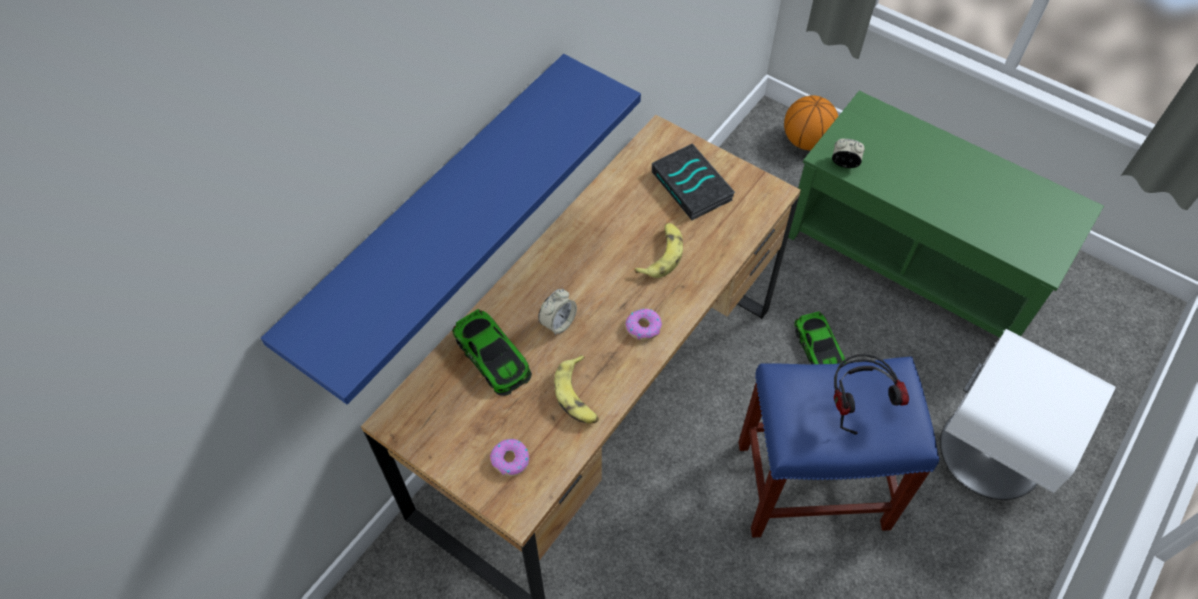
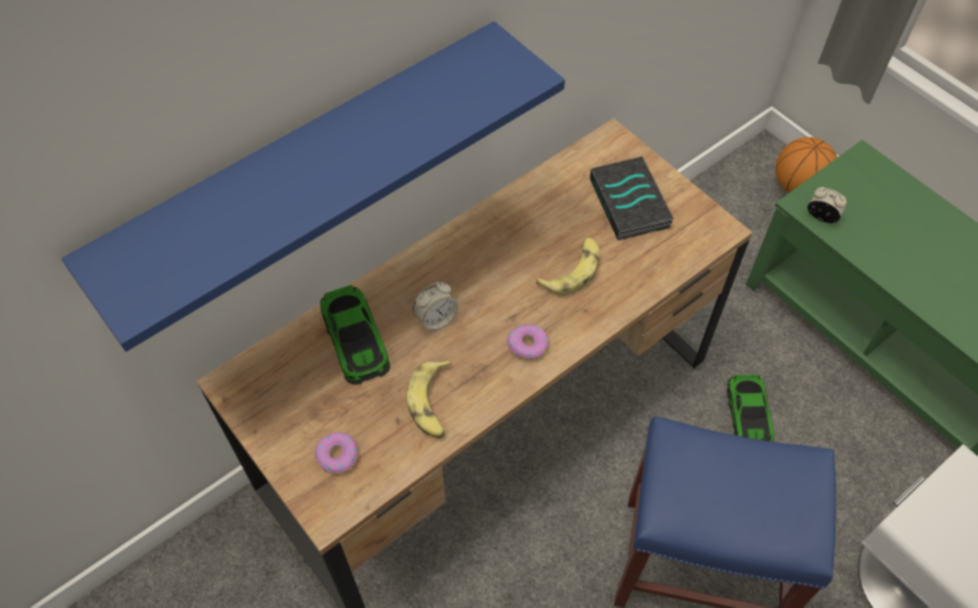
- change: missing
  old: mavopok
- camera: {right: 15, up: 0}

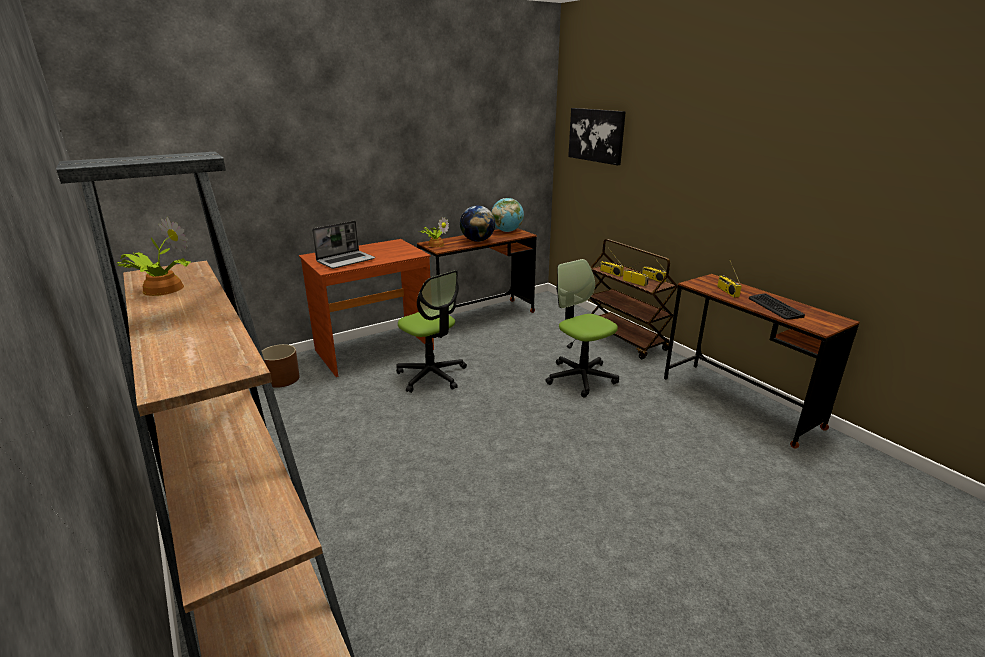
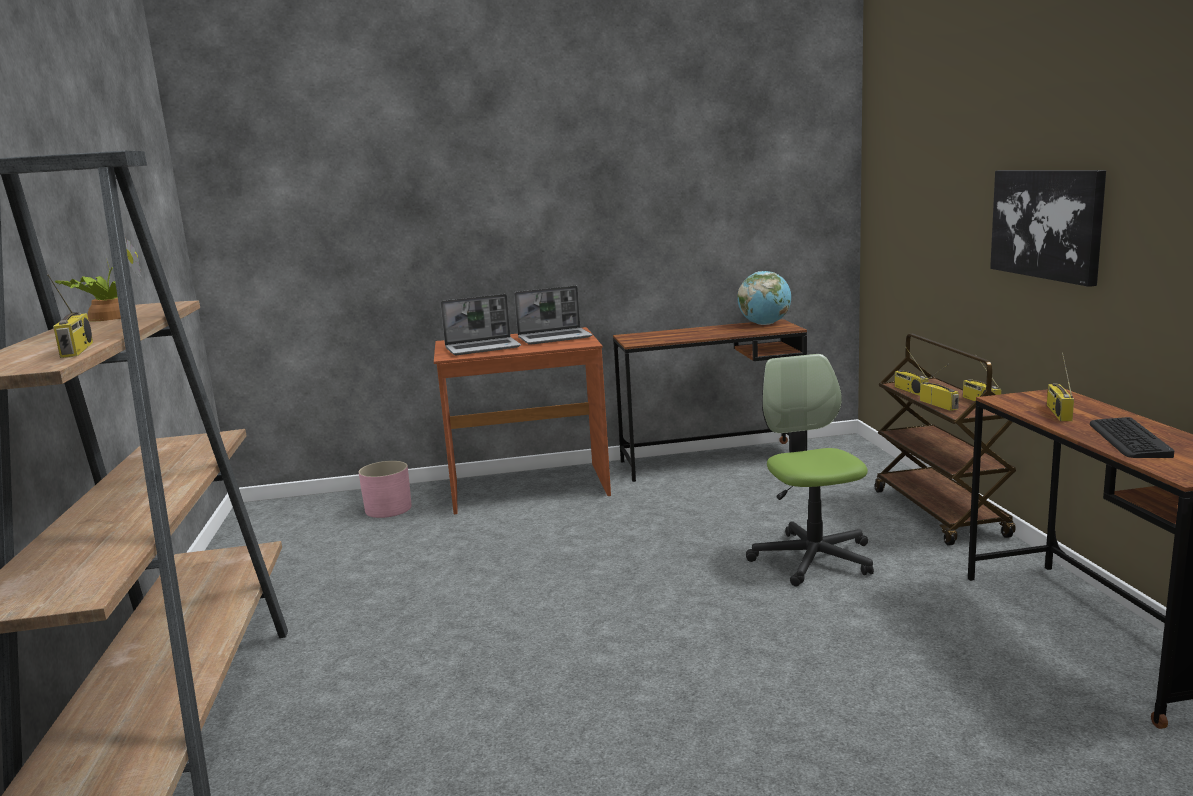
- change: appeared
  new: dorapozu (no. 1 from left)
- change: colour
  old: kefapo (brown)
  new: kefapo (pink)
- change: appeared
  new: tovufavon (no. 2 from left)
- change: relocated
  old: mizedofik
- change: missing
  old: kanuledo (no. 1 from left)
- change: missing
  old: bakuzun (no. 2 from left)
- change: missing
  old: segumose (no. 1 from left)
- camera: {right: 25, up: -10}

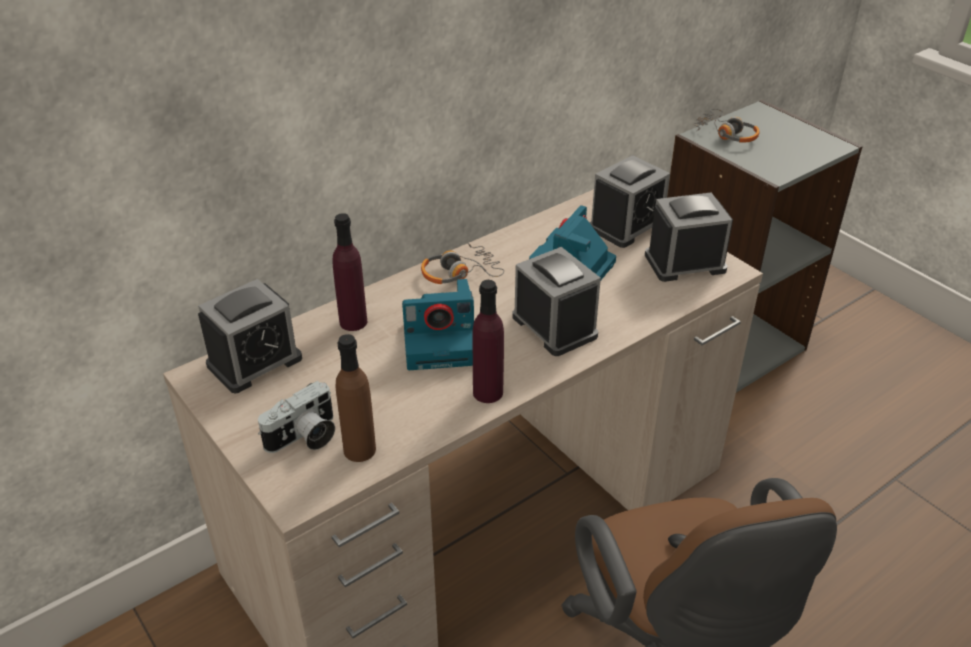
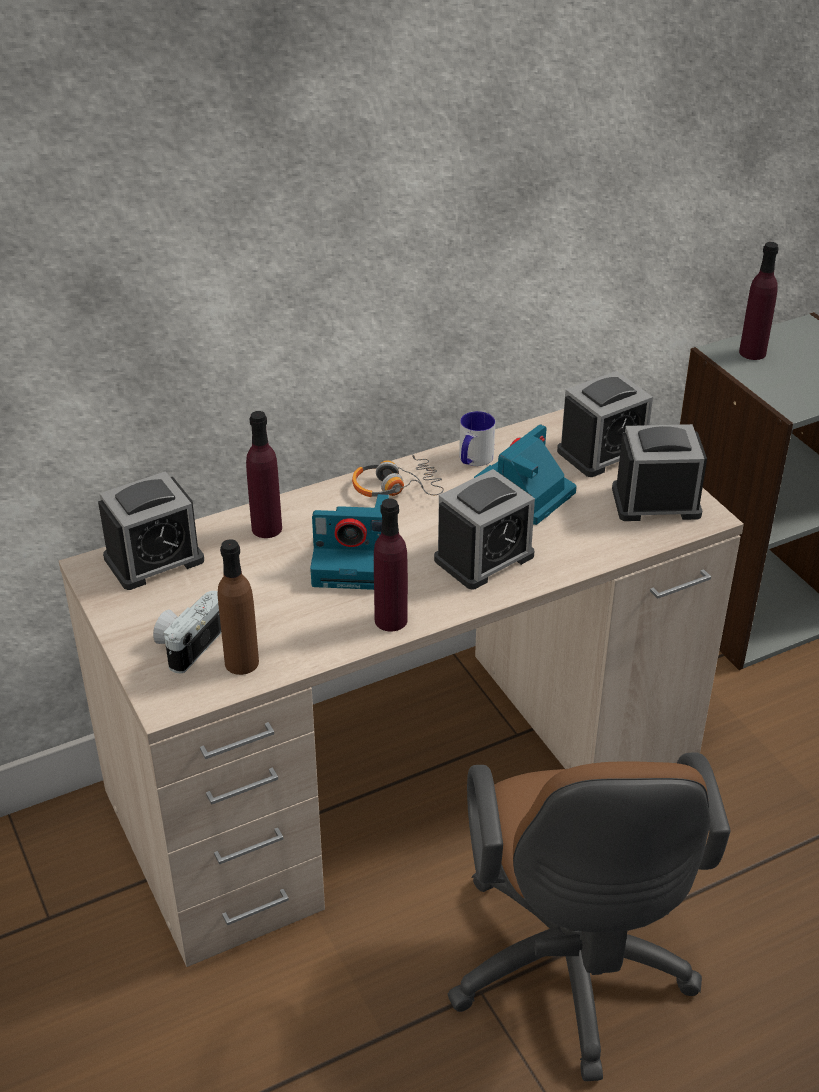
- change: spun
  old: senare (no. 1 from left)
  degrees: 150
- change: spun
  old: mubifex (no. 2 from left)
  degrees: 75
- change: appeared
  new: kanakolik
- change: exchanged
  old: mavopok (no. 2 from left)
  new: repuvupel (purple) (no. 3 from left)
- camera: {right: 10, up: 0}

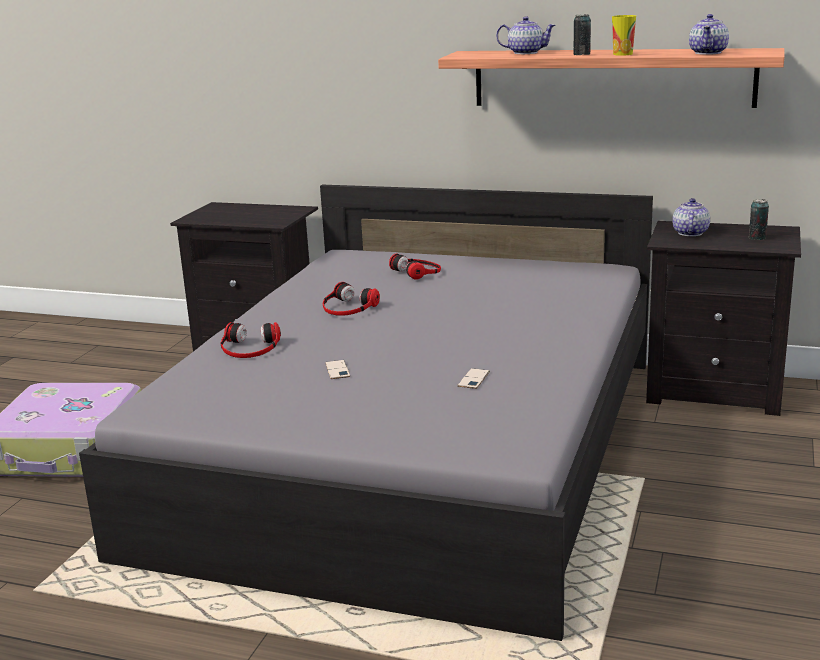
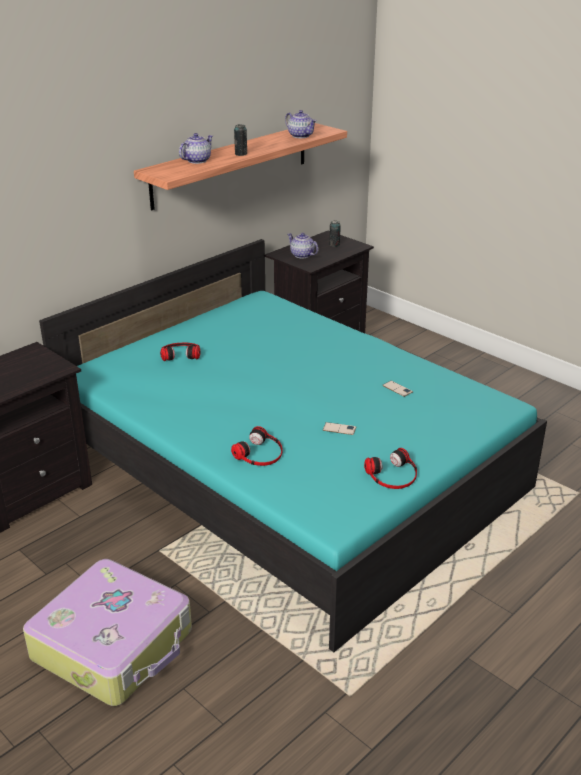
- change: colour
  old: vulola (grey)
  new: vulola (turquoise)
- change: relocated
  old: mavopok (no. 2 from left in the first image)
  new: mavopok (no. 3 from left)
- change: missing
  old: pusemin
- camera: {right: -65, up: 10}

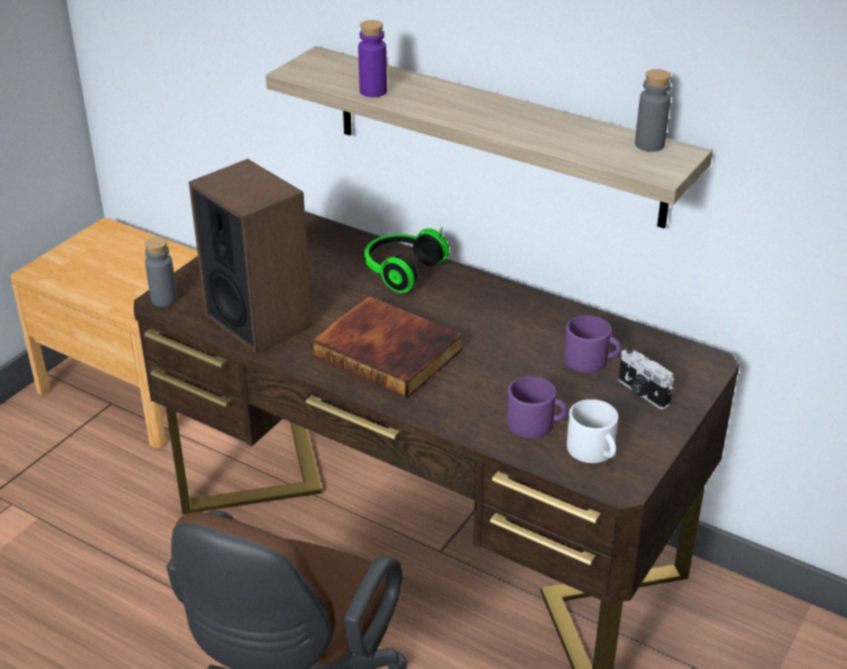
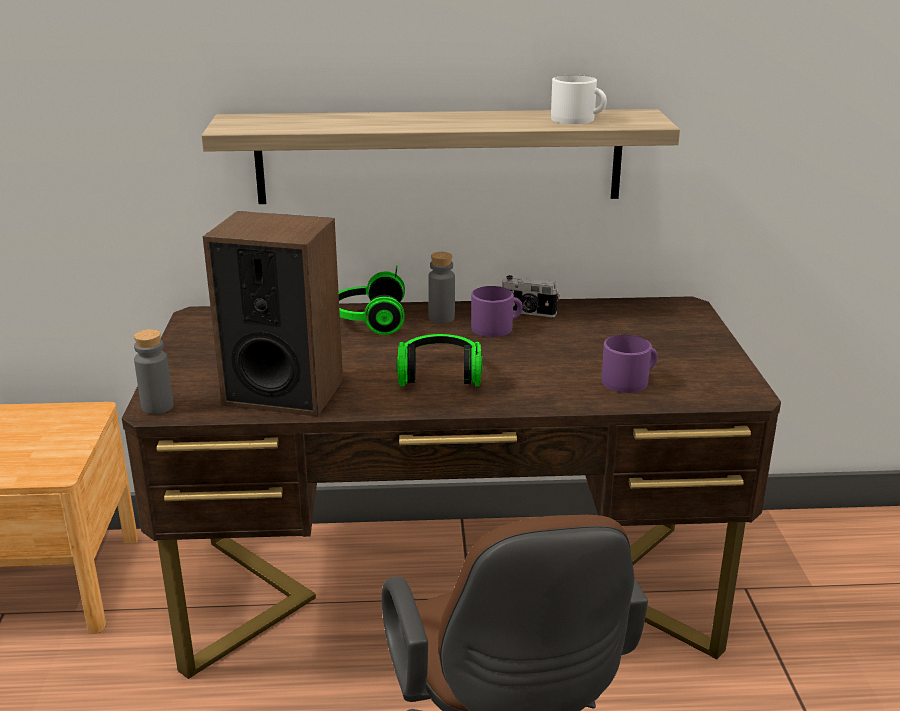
- change: exchanged
  old: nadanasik
  new: mavopok (no. 2 from left)
- change: relocated
  old: repuvupel (grey) (no. 2 from left)
- change: relocated
  old: kanakolik (purple) (no. 2 from left in the first image)
  new: kanakolik (purple) (no. 1 from left)
- change: relocated
  old: senare
- change: relocated
  old: kanakolik (white)
- change: missing
  old: repuvupel (purple)
- camera: {right: -35, up: -10}

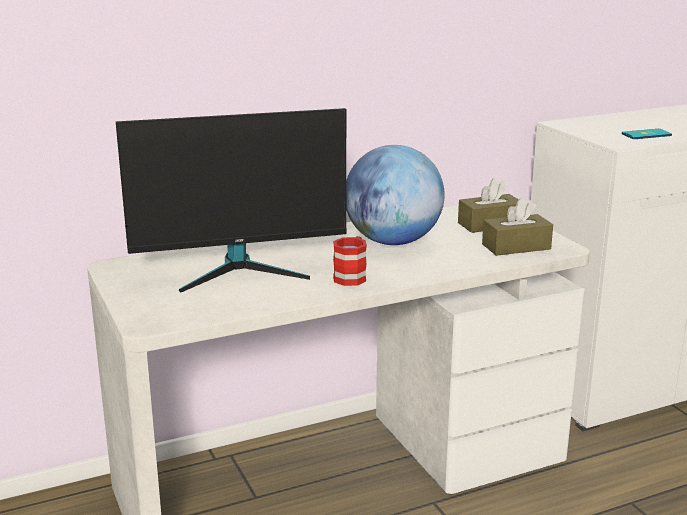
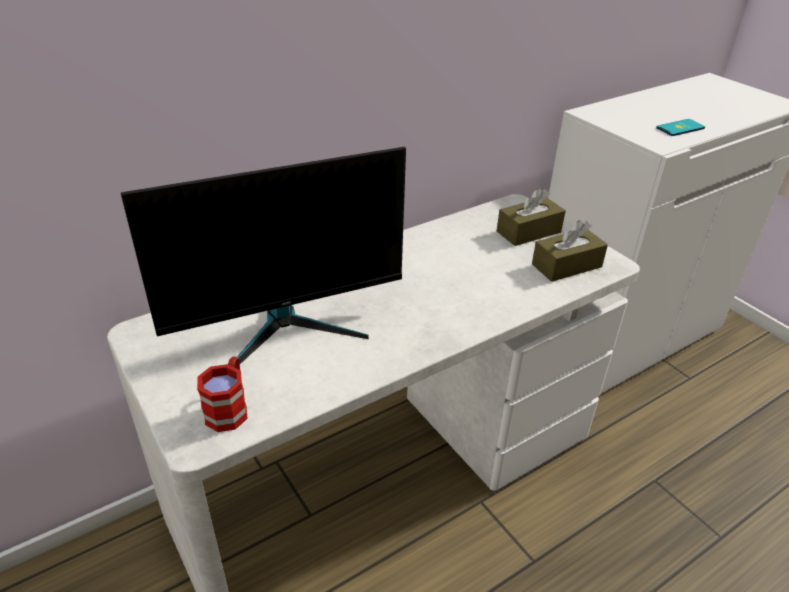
- change: relocated
  old: kanakolik (red)
- change: missing
  old: segumose
- camera: {right: -10, up: 15}

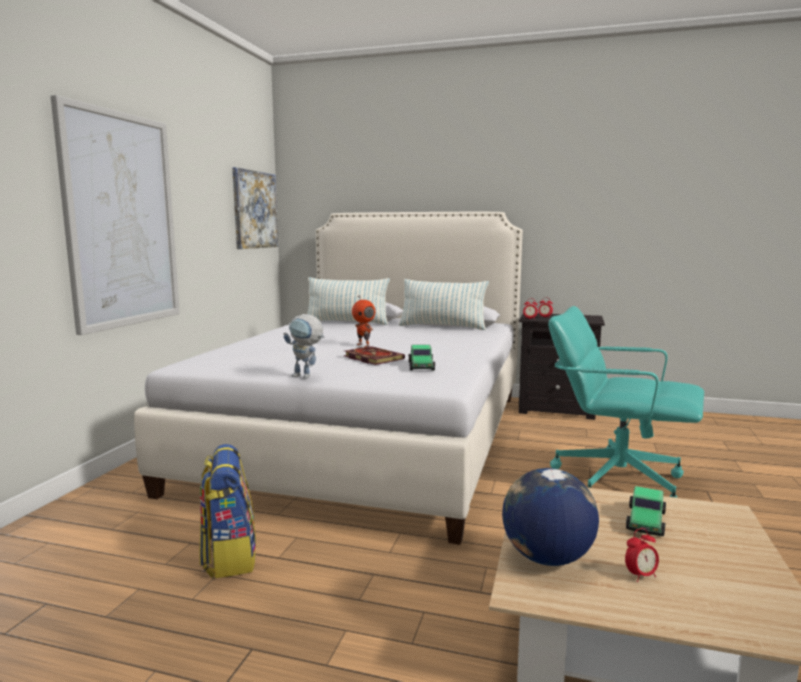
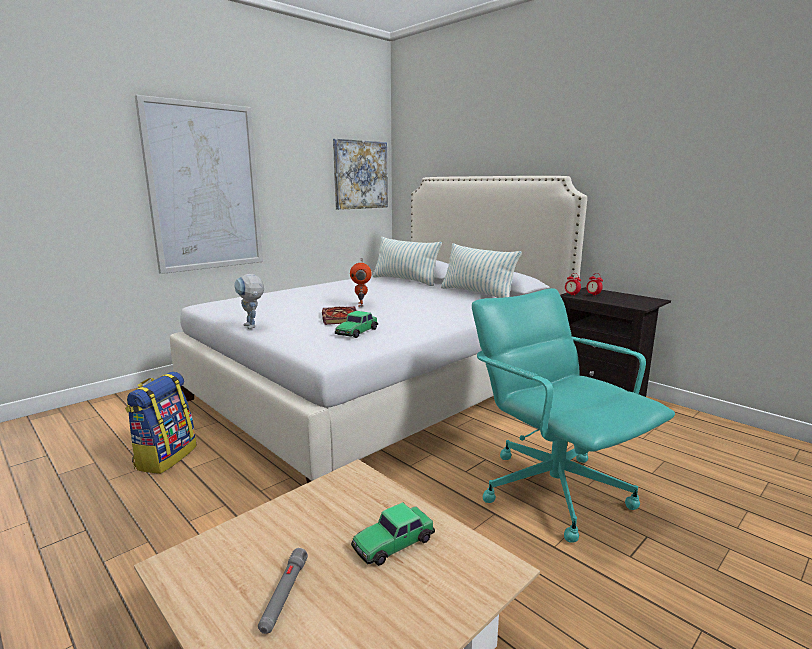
- change: exchanged
  old: mubifex (no. 3 from left)
  new: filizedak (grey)
- change: missing
  old: segumose
- camera: {right: 30, up: 5}

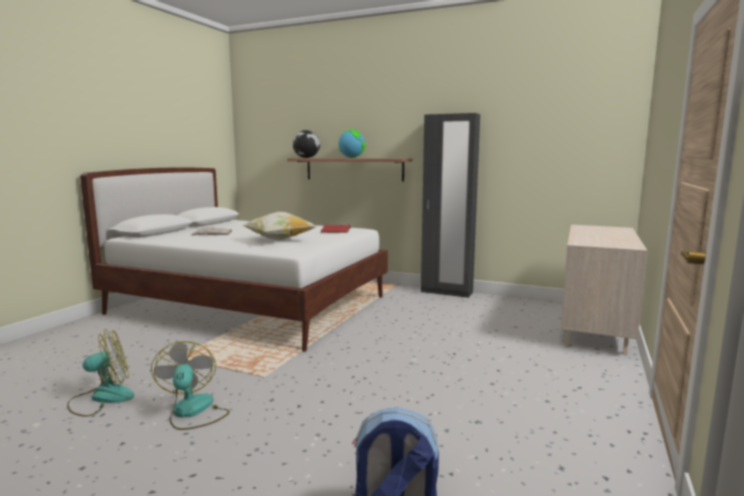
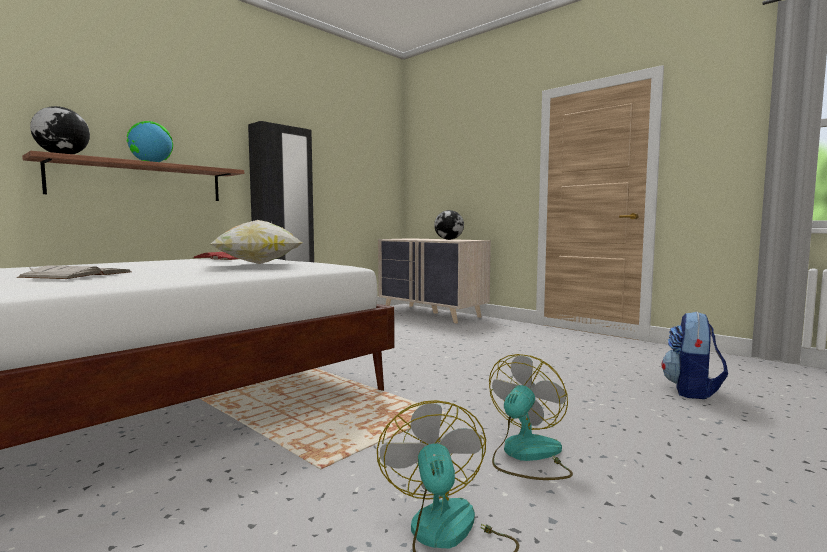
- change: appeared
  new: segumose (no. 3 from left)
- change: spun
  old: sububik (no. 2 from left)
  degrees: 120
- camera: {right: -70, up: -5}

